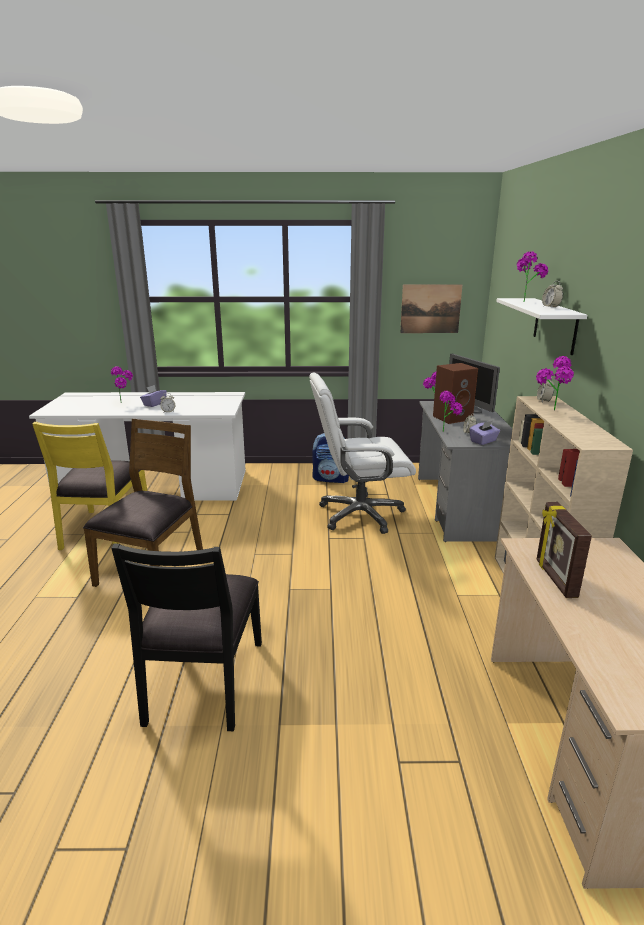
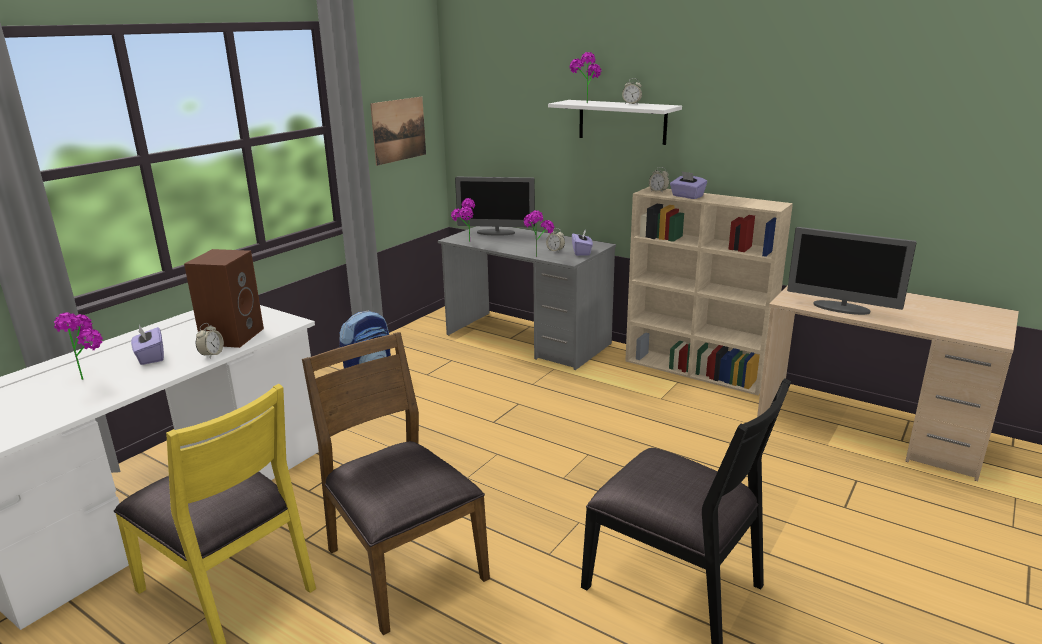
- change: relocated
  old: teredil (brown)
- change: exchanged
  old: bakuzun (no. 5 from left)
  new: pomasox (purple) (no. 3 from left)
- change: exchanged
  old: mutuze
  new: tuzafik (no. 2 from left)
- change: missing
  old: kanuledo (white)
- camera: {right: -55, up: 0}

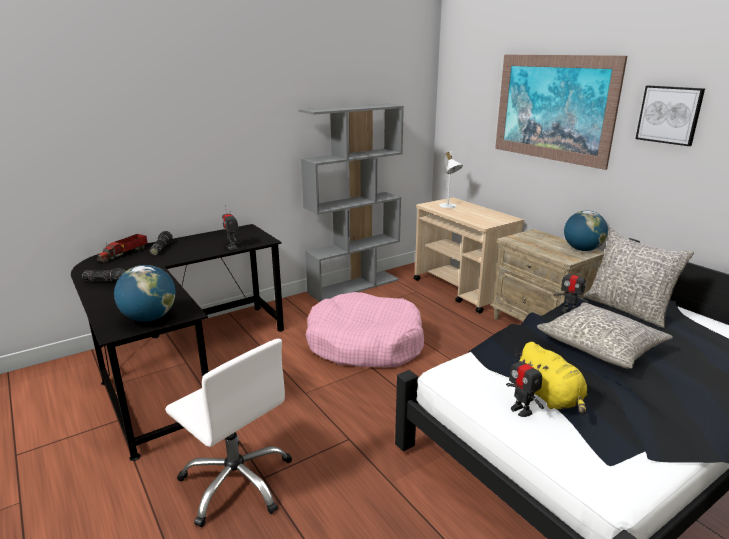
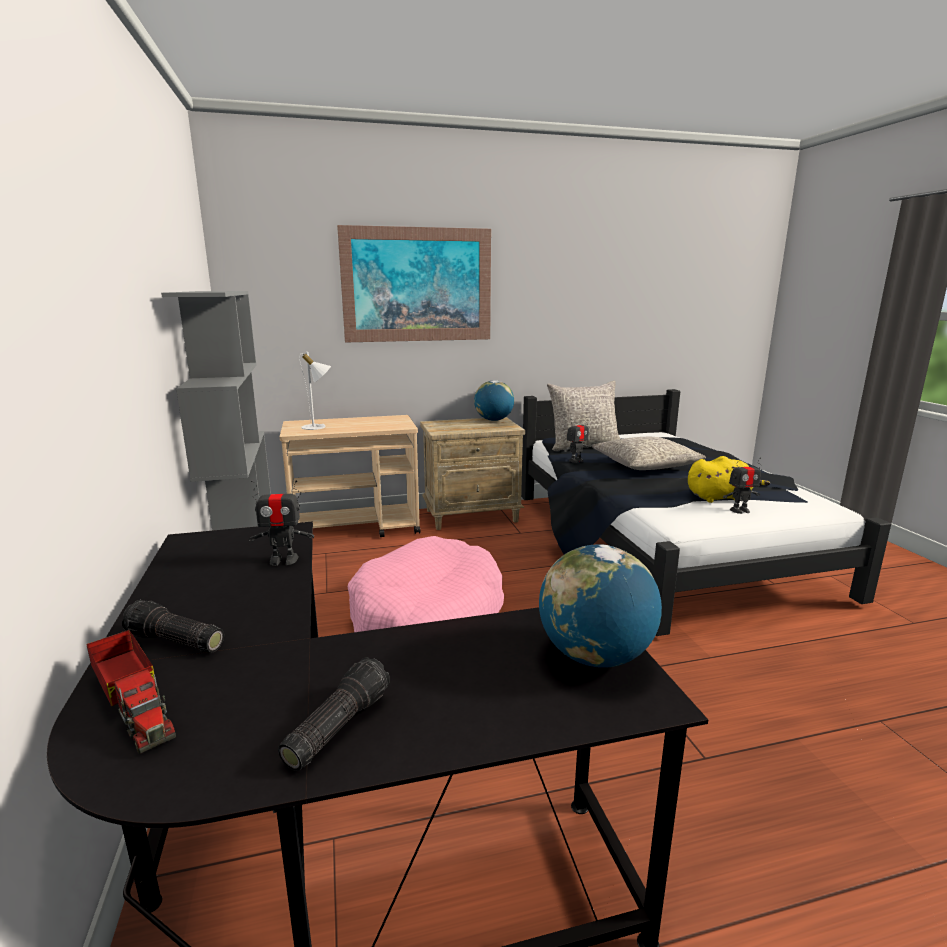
- change: missing
  old: kanuledo (white)
- change: missing
  old: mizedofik (no. 2 from left)
- camera: {right: -70, up: -5}

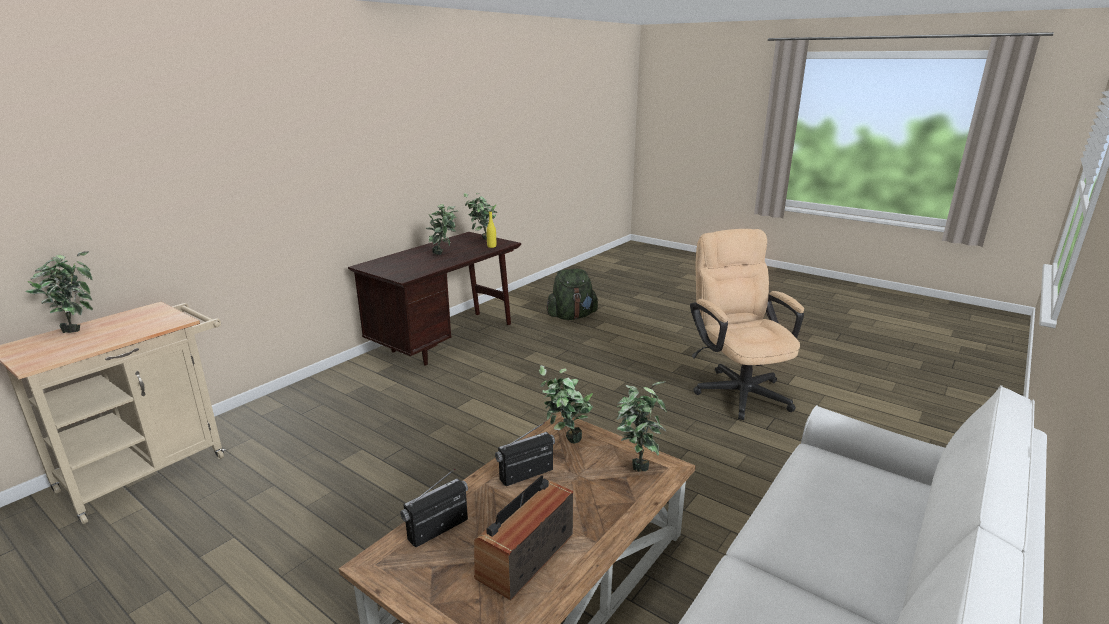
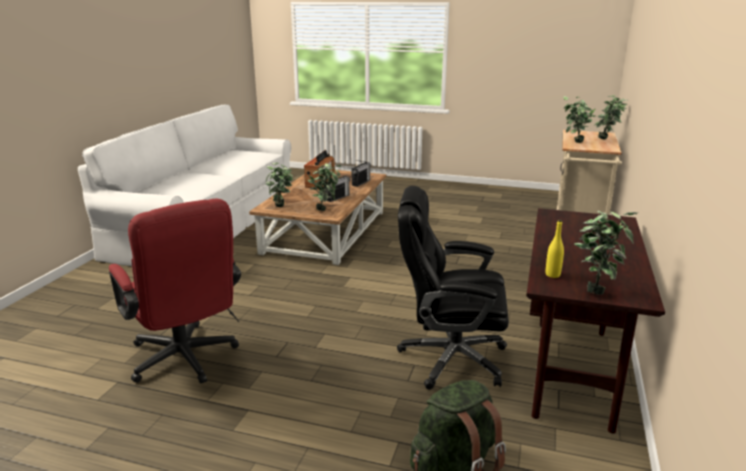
- change: colour
  old: kanuledo (beige)
  new: kanuledo (red)
- change: appeared
  new: kanuledo (black)
- change: relocated
  old: bakuzun (no. 2 from left in the first image)
  new: bakuzun (no. 3 from left)
- camera: {right: 160, up: 0}

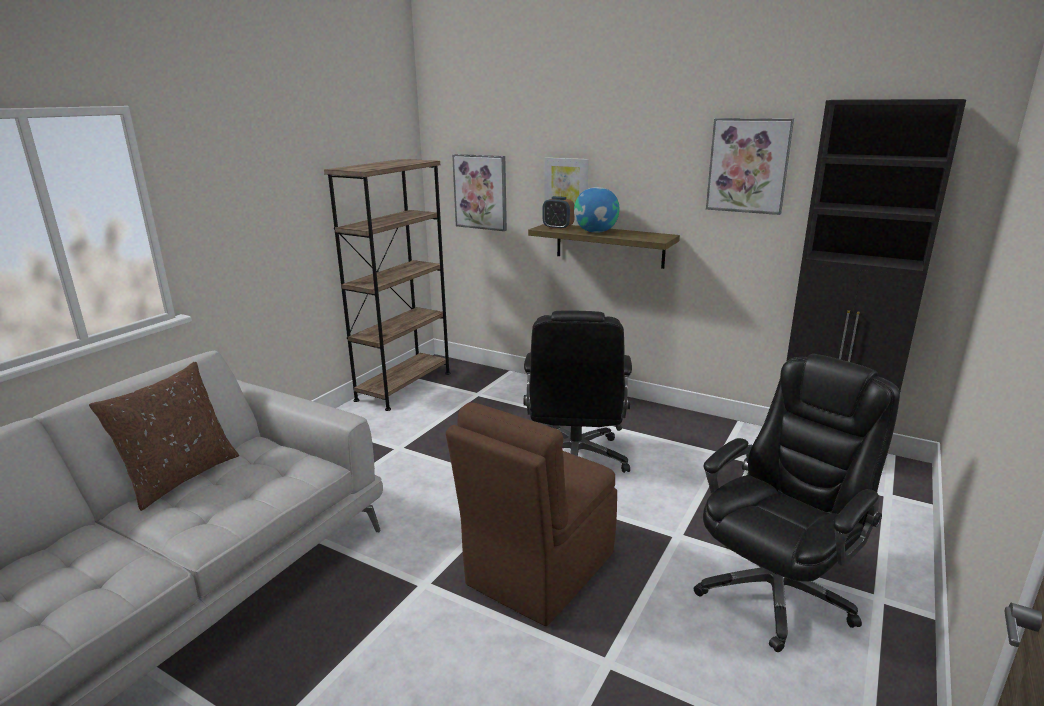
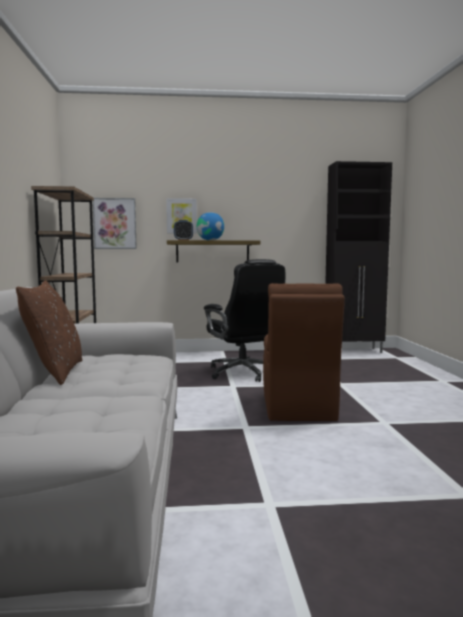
- change: missing
  old: kanuledo (black) (no. 2 from left)
- change: missing
  old: mizedofik (no. 3 from left)
- camera: {right: -35, up: -15}

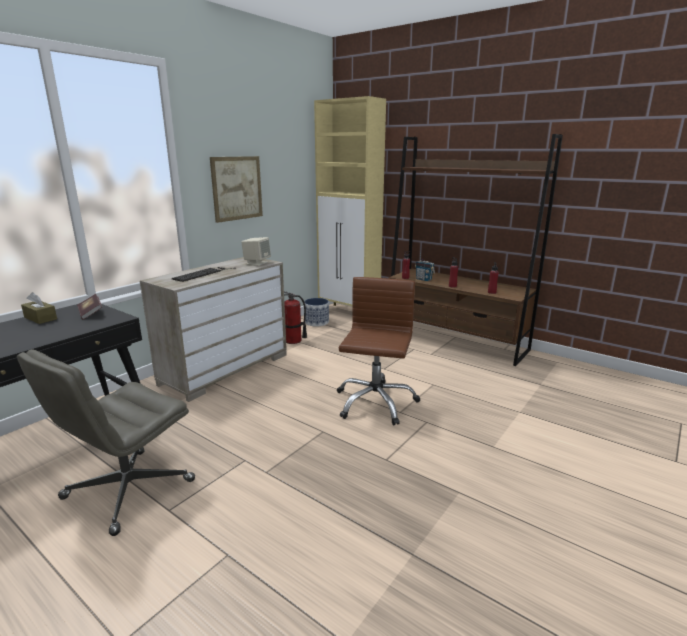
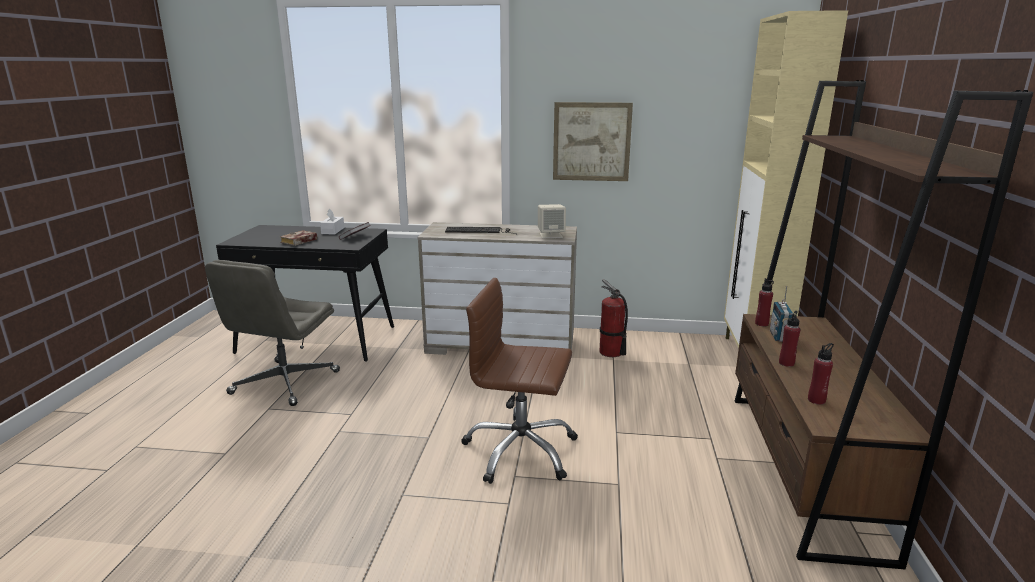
- change: spun
  old: kanuledo (grey)
  degrees: -75
- change: appeared
  new: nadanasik (no. 1 from left)
- change: colour
  old: pomasox (brown)
  new: pomasox (white)
- change: spun
  old: kanuledo (brown)
  degrees: -150
- change: missing
  old: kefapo
- camera: {right: 60, up: 0}

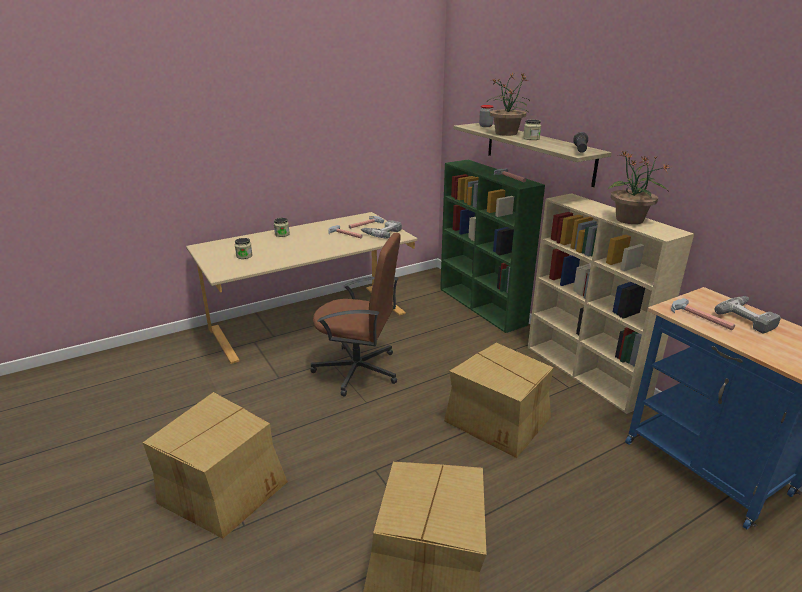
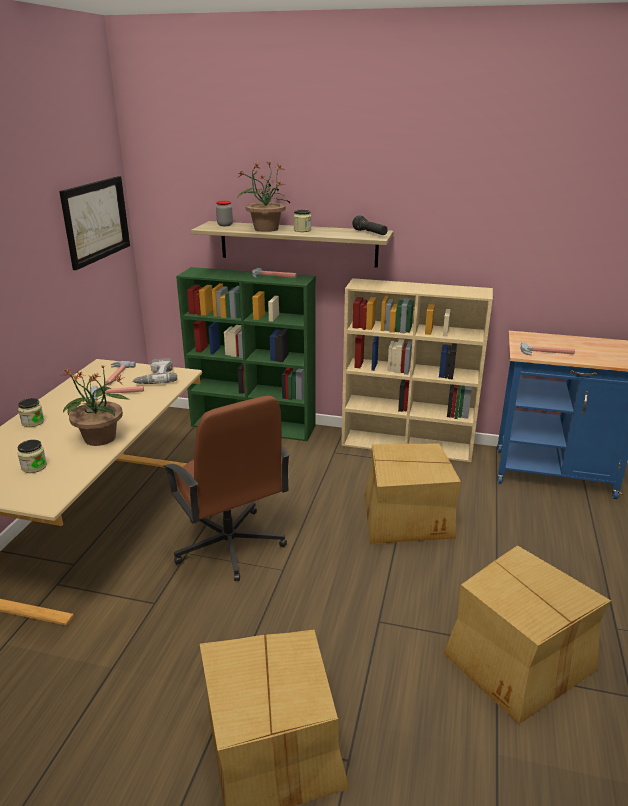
- change: appeared
  new: mizedofik
- change: relocated
  old: bakuzun (no. 2 from left in the first image)
  new: bakuzun (no. 1 from left)
- change: spun
  old: kanuledo (brown)
  degrees: 90
- change: missing
  old: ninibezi (no. 2 from left)
- camera: {right: -45, up: 0}

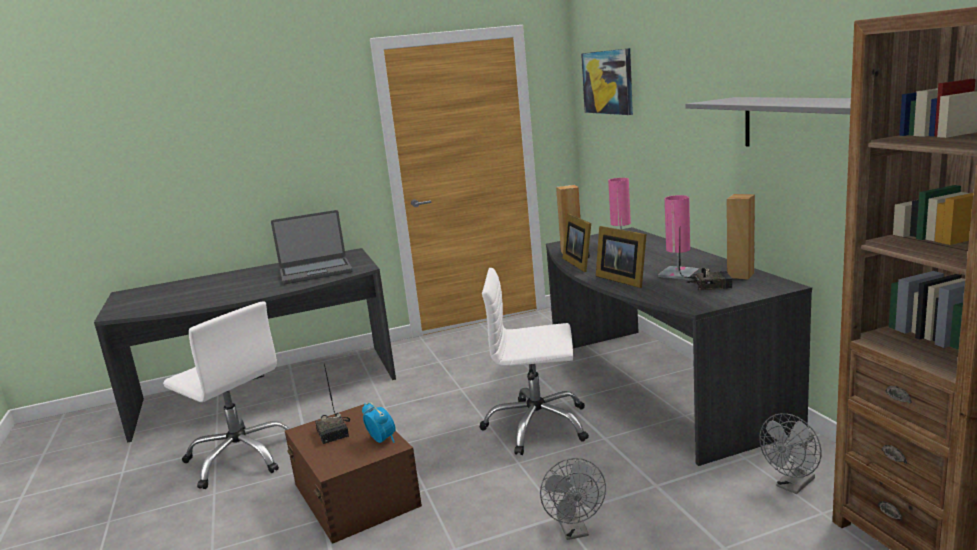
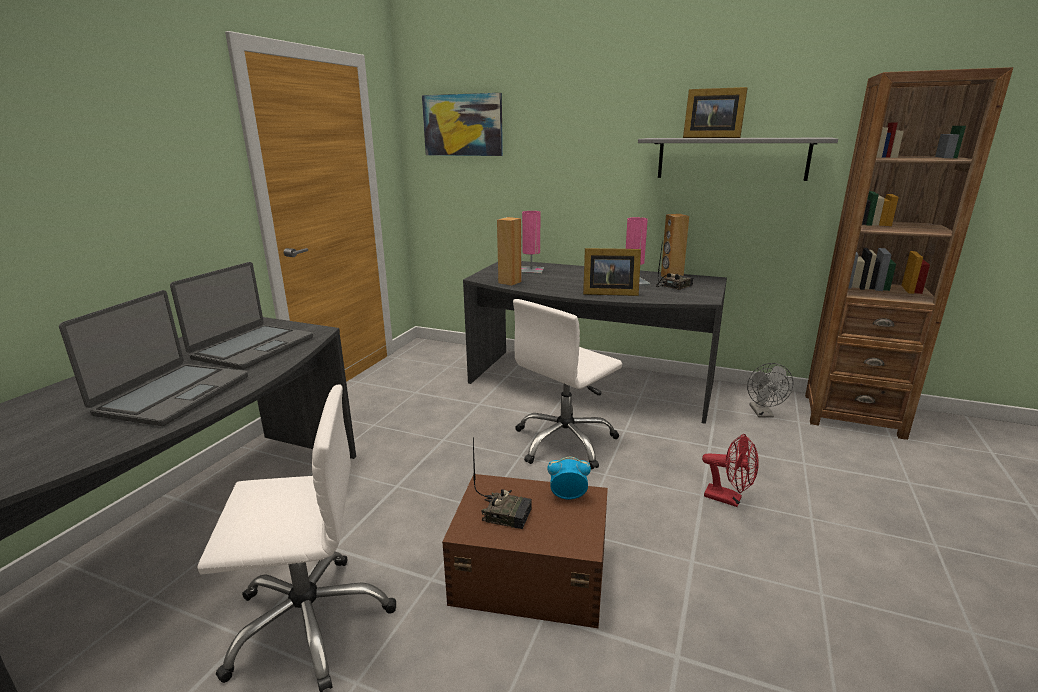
- change: appeared
  new: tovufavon (no. 1 from left)
- change: relocated
  old: mutuze (no. 1 from left in the first image)
  new: mutuze (no. 2 from left)
- change: colour
  old: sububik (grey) (no. 1 from left)
  new: sububik (red)
- camera: {right: -50, up: 5}

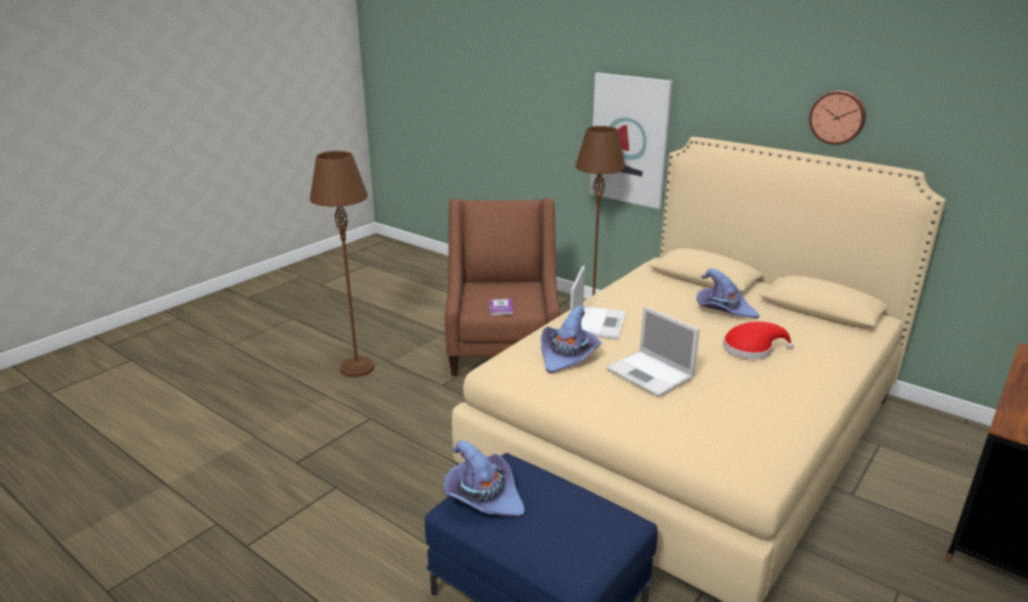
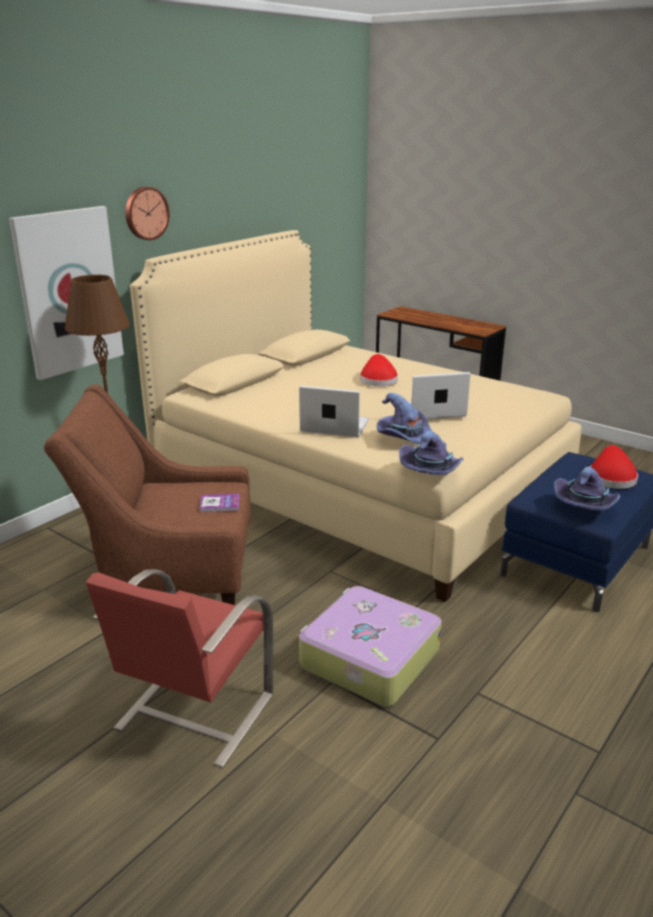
- change: exchanged
  old: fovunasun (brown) (no. 1 from left)
  new: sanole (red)
- change: relocated
  old: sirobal
- change: appeared
  new: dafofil
- change: relocated
  old: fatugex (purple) (no. 3 from left in the first image)
  new: fatugex (purple) (no. 2 from left)
- change: spun
  old: tovufavon (no. 2 from left)
  degrees: -150
- change: appeared
  new: fatugex (red) (no. 2 from left)
- camera: {right: -90, up: 0}

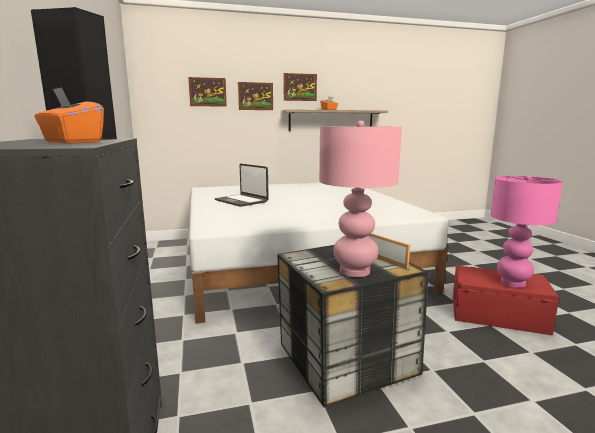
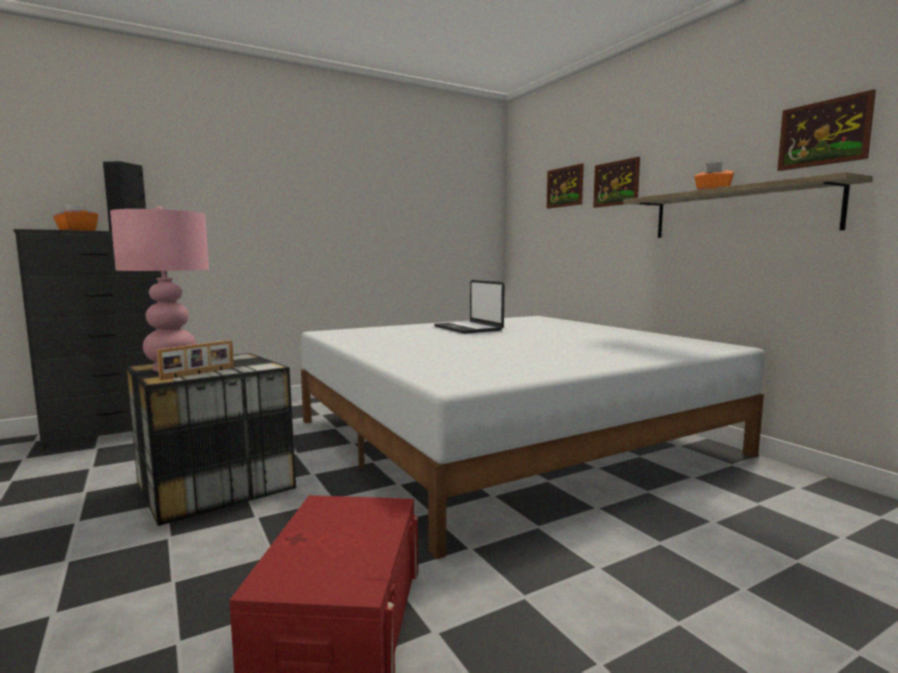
- change: spun
  old: tovufavon
  degrees: -60
- change: relocated
  old: mizedofik (no. 3 from left)
- change: missing
  old: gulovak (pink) (no. 2 from left)
- camera: {right: 75, up: -5}

